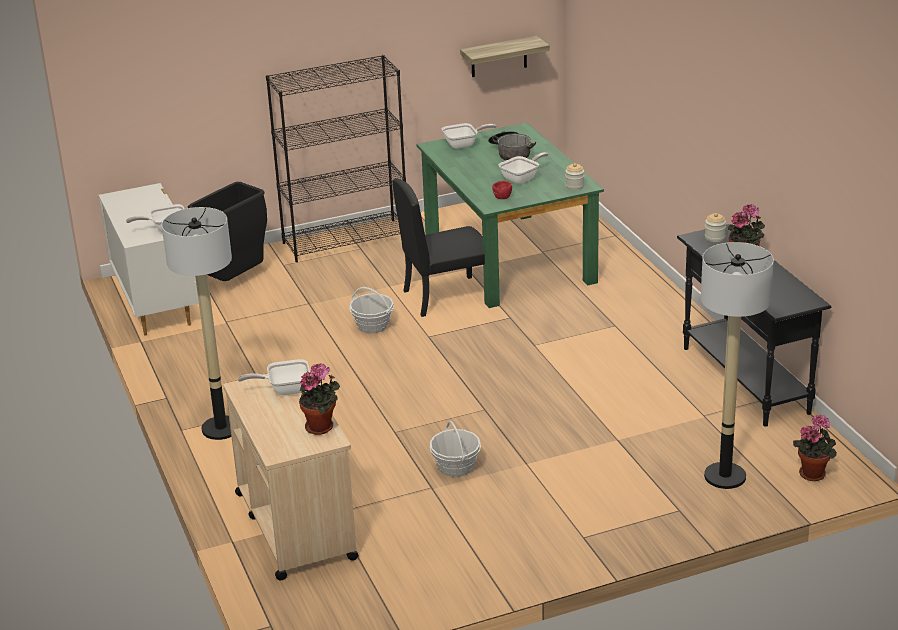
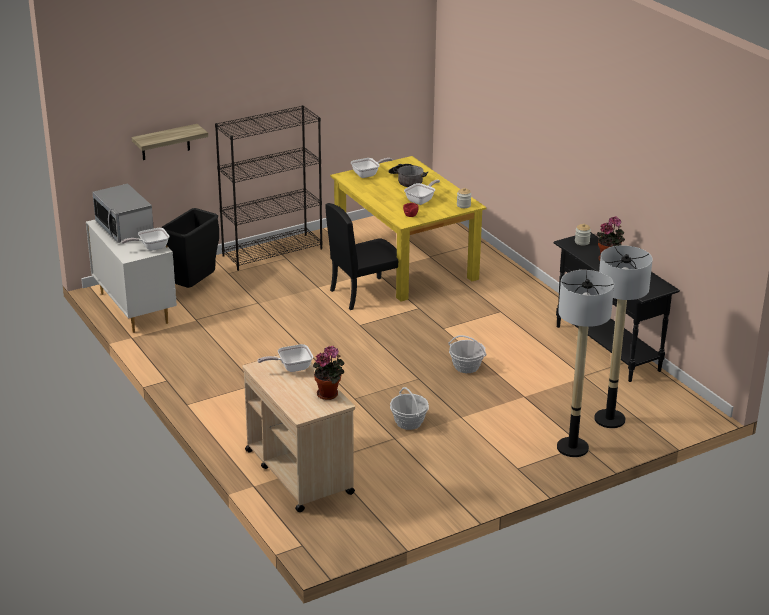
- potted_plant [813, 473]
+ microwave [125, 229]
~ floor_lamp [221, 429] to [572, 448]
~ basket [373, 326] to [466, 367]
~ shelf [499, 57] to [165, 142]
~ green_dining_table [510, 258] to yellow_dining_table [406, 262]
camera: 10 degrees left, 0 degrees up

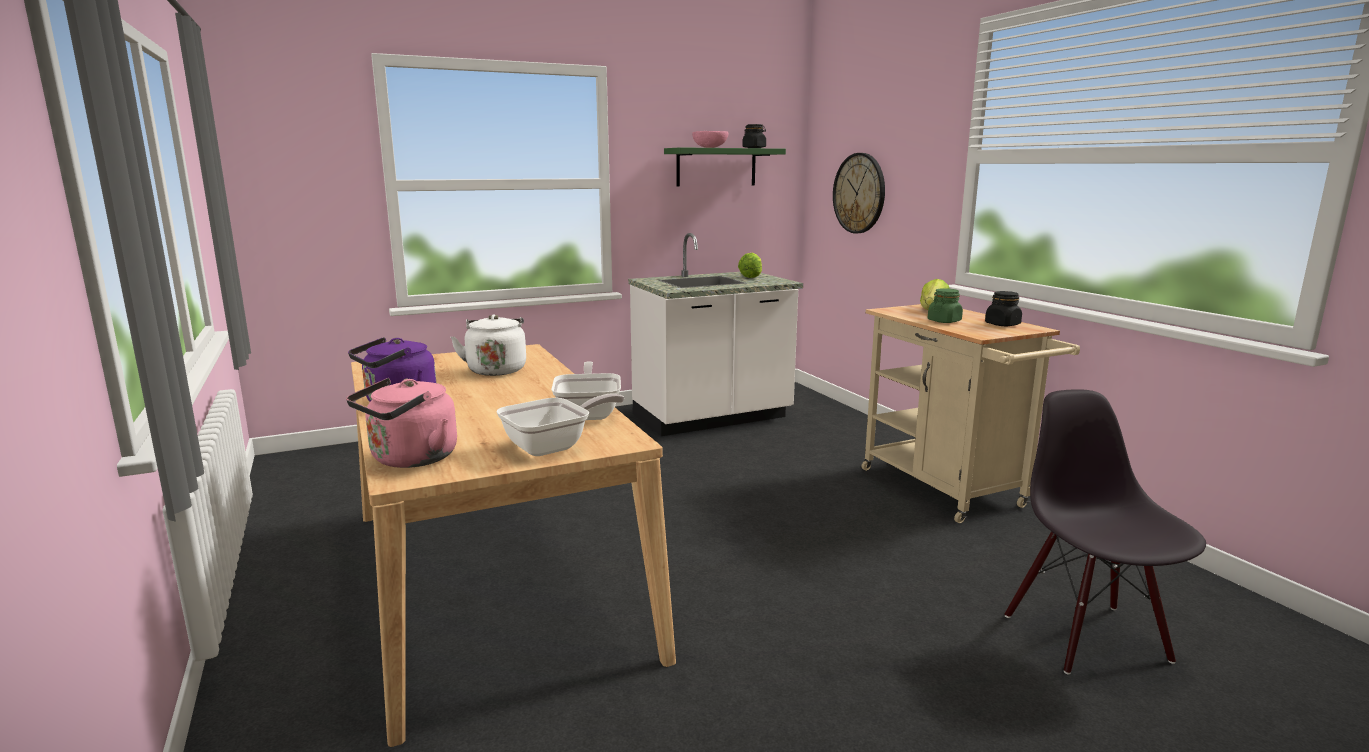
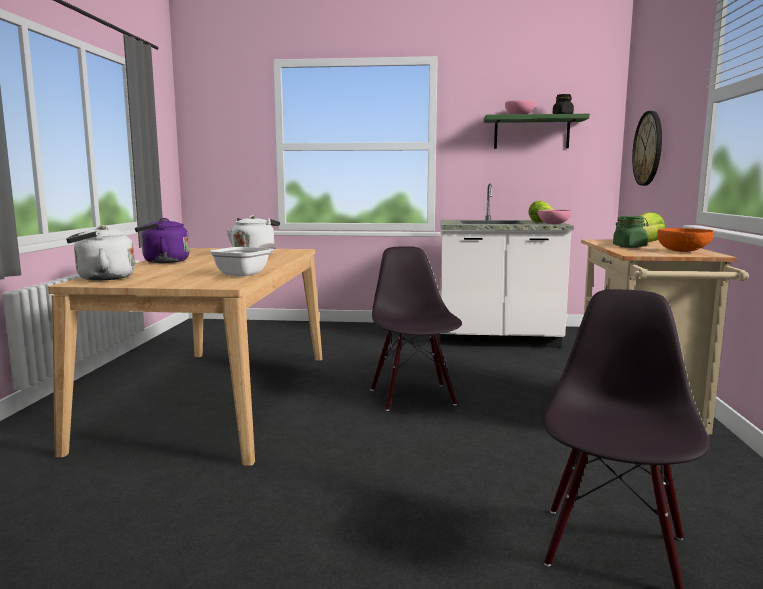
- frying_pan [554, 446]
+ black_chair [413, 397]
+ pink_bowl [554, 224]
~ black_jar [1002, 324] to orange_bowl [683, 251]
~ pink_kettle [410, 459] to white_kettle [102, 278]
camera: 30 degrees right, 5 degrees down

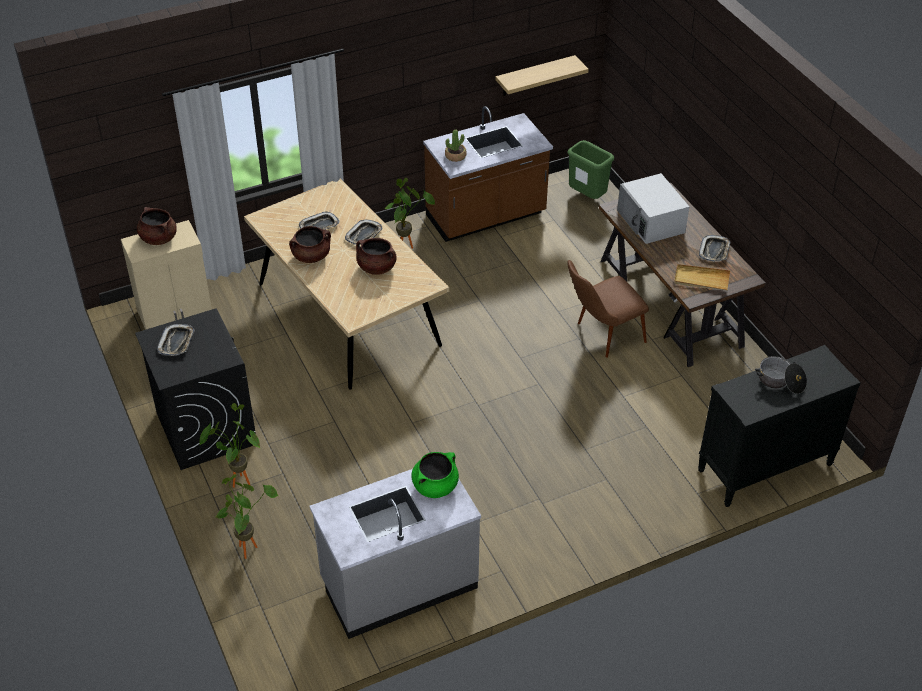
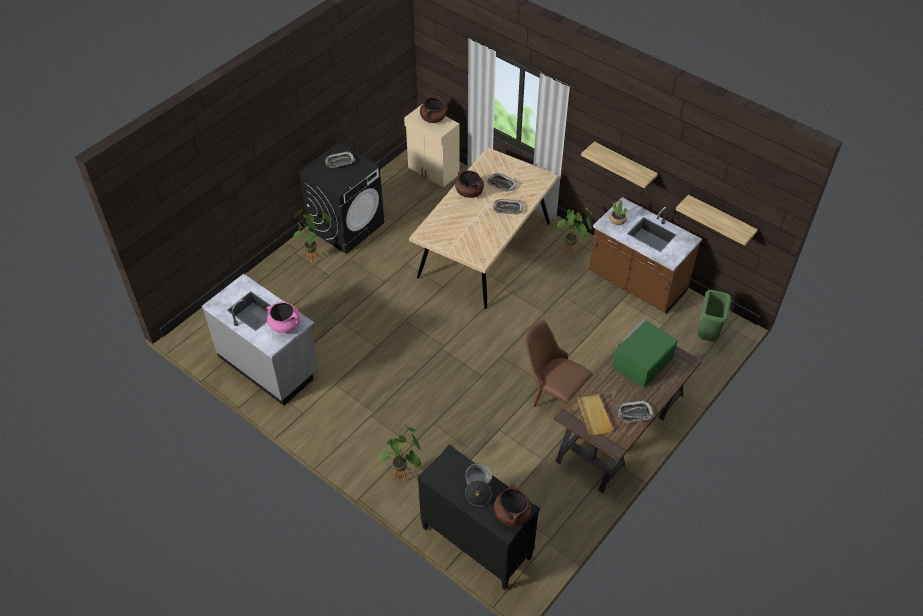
+ shelf [624, 164]
~ potted_plant [249, 546] to [404, 476]
~ brown_cooking_pot [376, 268] to [511, 514]
~ green_cooking_pot [435, 486] to pink_cooking_pot [285, 325]
~ white_microwave [651, 221] to green_microwave [641, 362]
camera: 65 degrees right, 5 degrees up

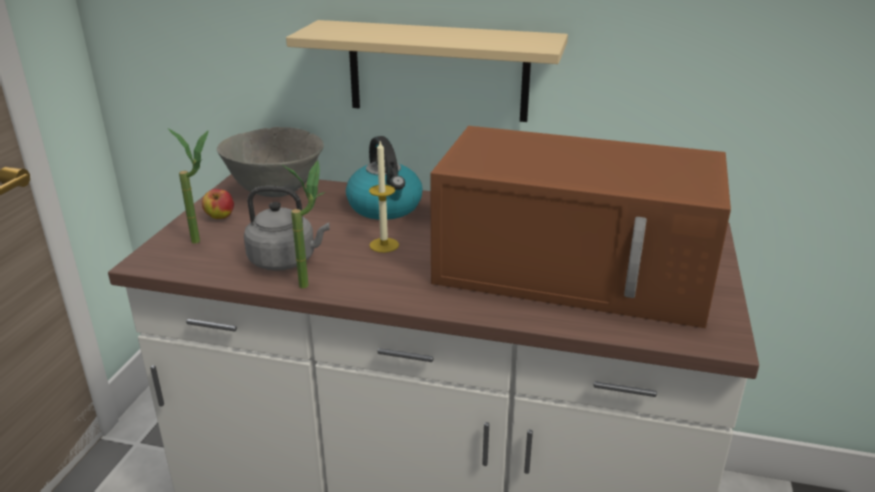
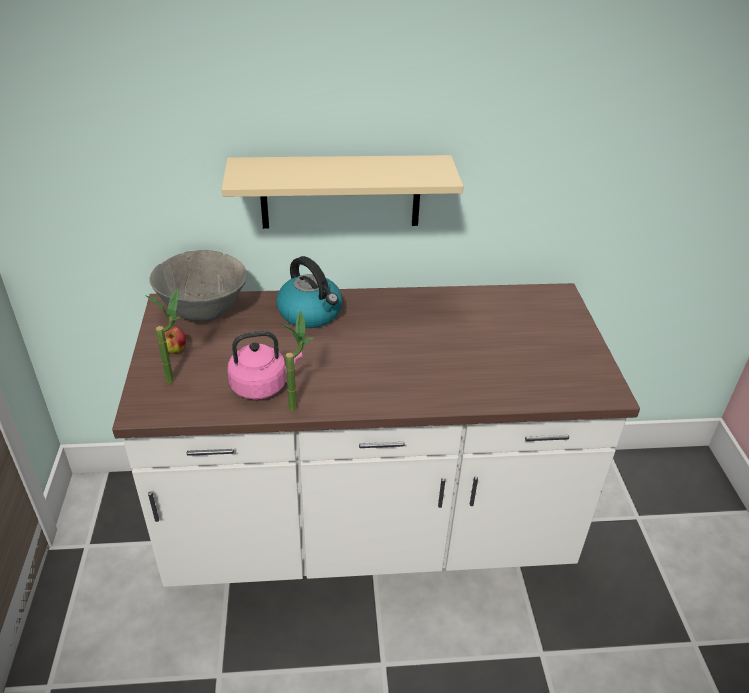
- candle [384, 245]
- brown_microwave [576, 270]
~ grey_kettle [286, 261] to pink_kettle [262, 386]
camera: 20 degrees left, 10 degrees up

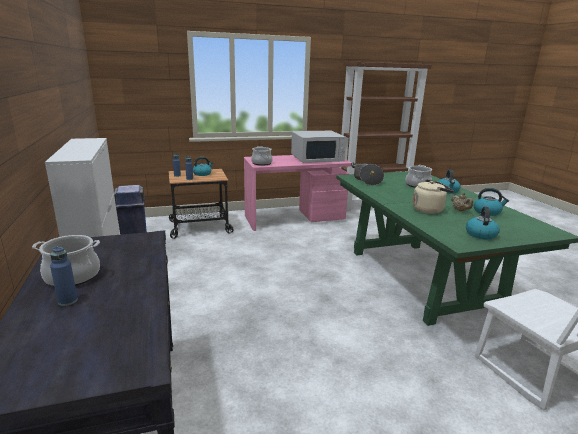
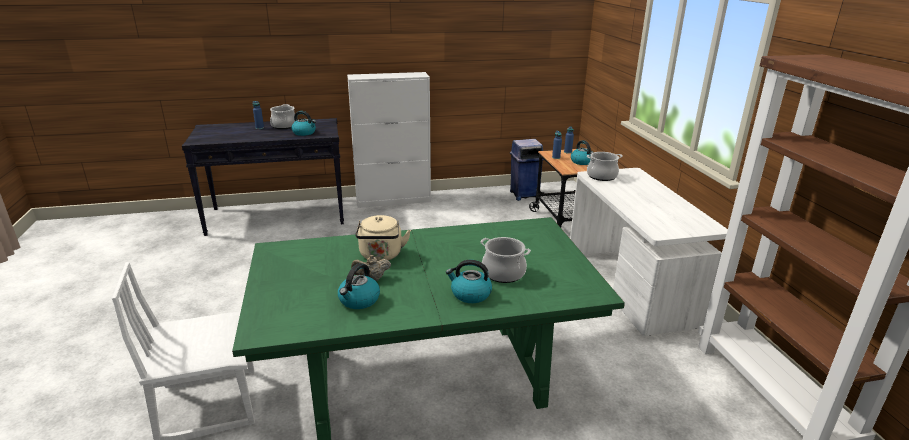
- white_microwave [317, 158]
- cooking_pot [367, 180]
~ kettle [480, 234] to [304, 133]
~ pink_desk [294, 218] to white_desk [630, 288]
camera: 95 degrees right, 5 degrees up

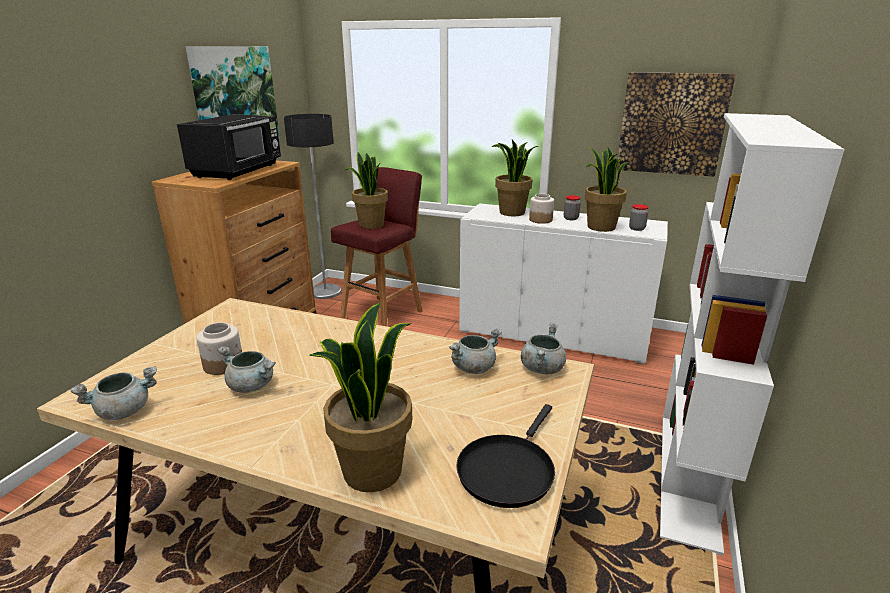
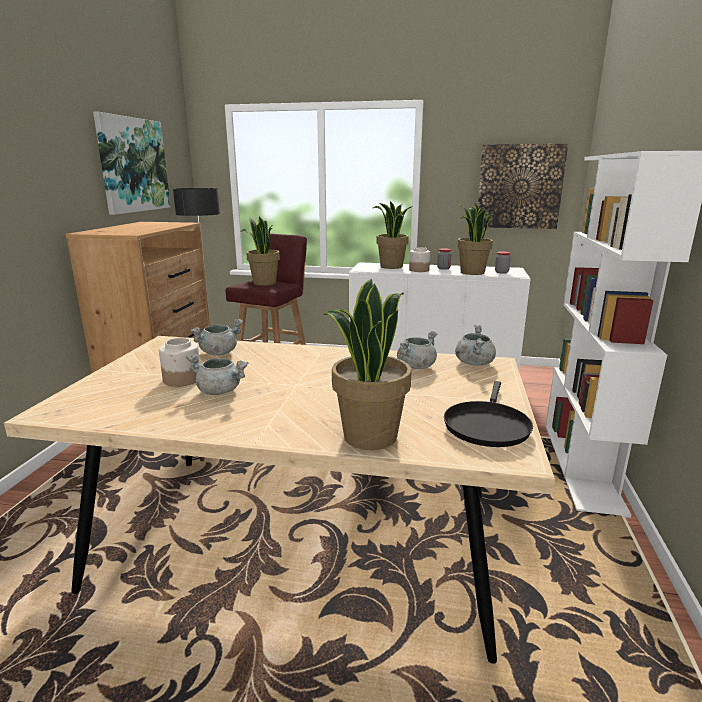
- black_microwave [238, 171]
~ grey_cooking_pot [124, 411] to [219, 352]
camera: 10 degrees left, 5 degrees down

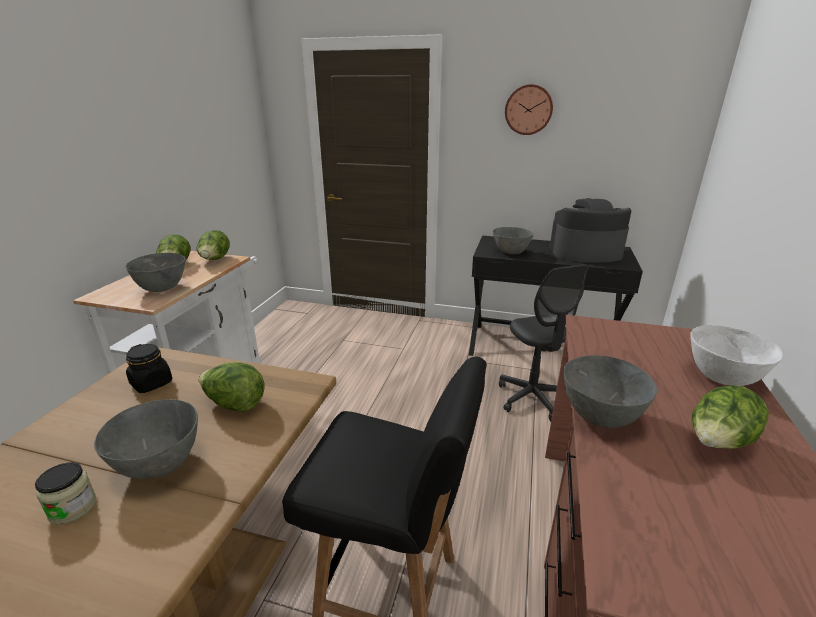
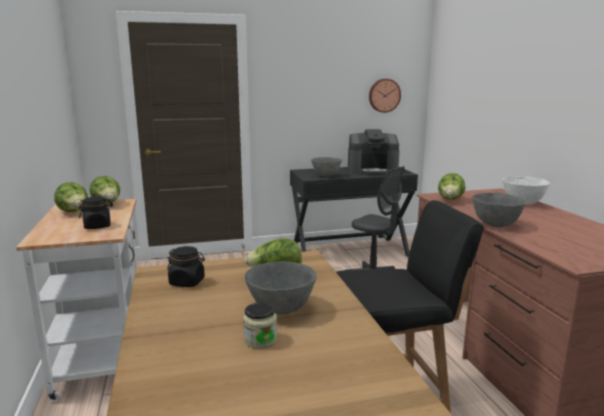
~ wall_clock [528, 110] to [384, 95]
~ lettuce [718, 443] to [450, 200]
~ grey_bowl [162, 289] to black_jar [98, 226]
~ coffee_machine [585, 253] = [372, 170] 150 degrees counterclockwise
camera: 30 degrees left, 10 degrees down

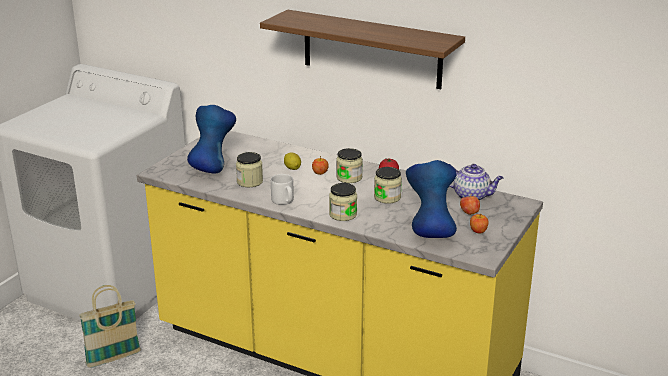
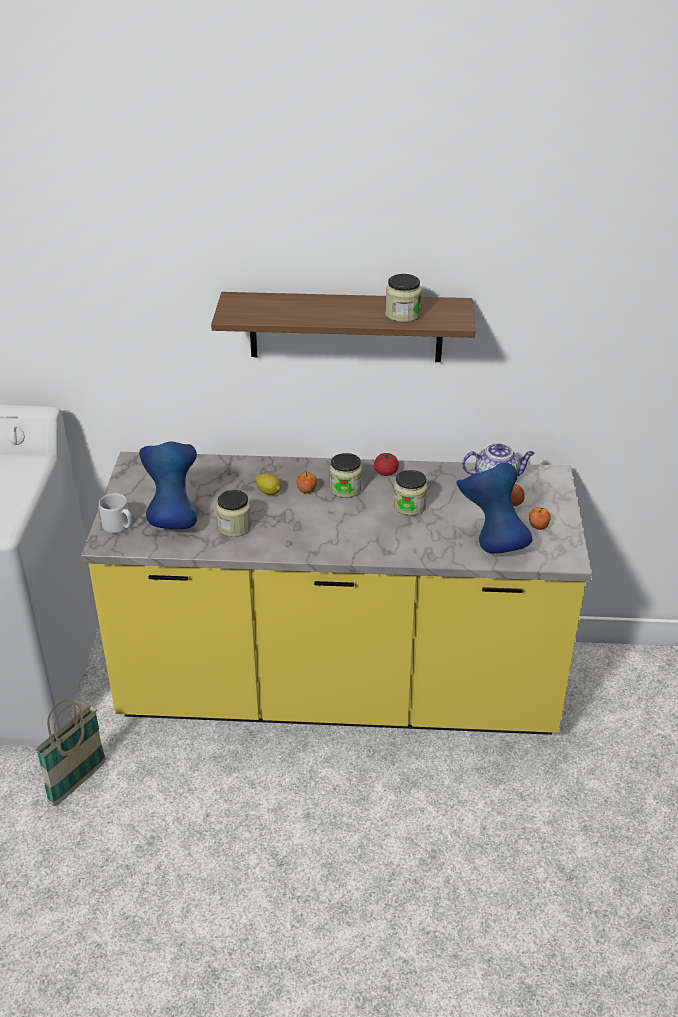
~ grey_mug [284, 201] to [119, 526]
~ jar [343, 214] to [402, 314]
camera: 25 degrees left, 10 degrees up

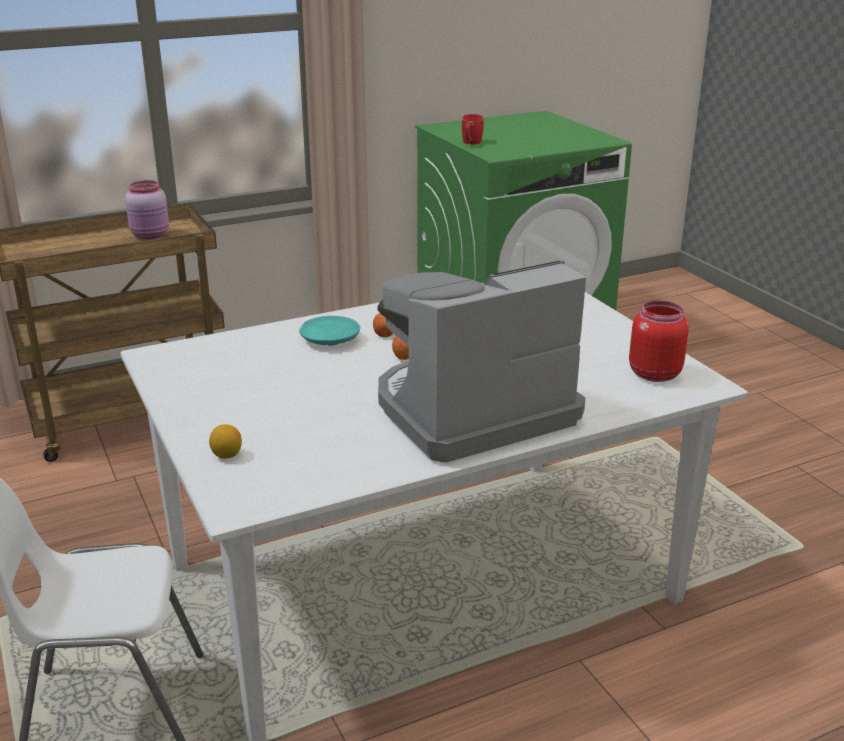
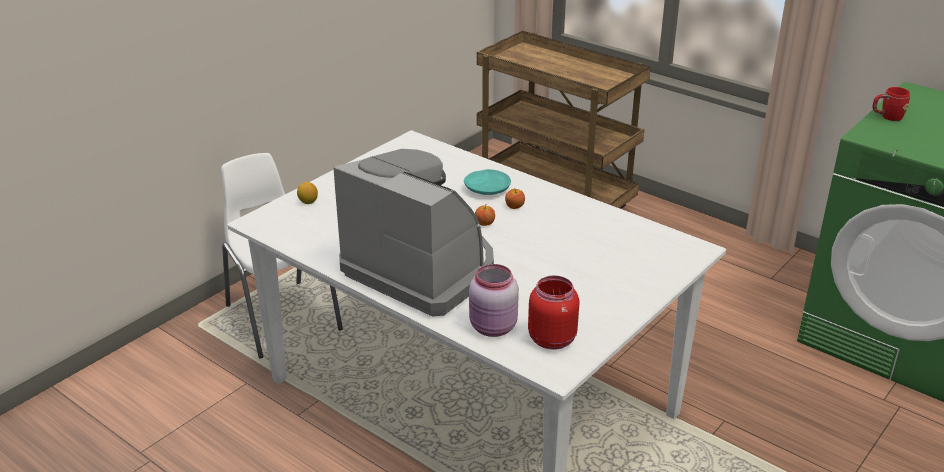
~ pink_jar [151, 235] to [493, 328]
camera: 65 degrees right, 5 degrees up

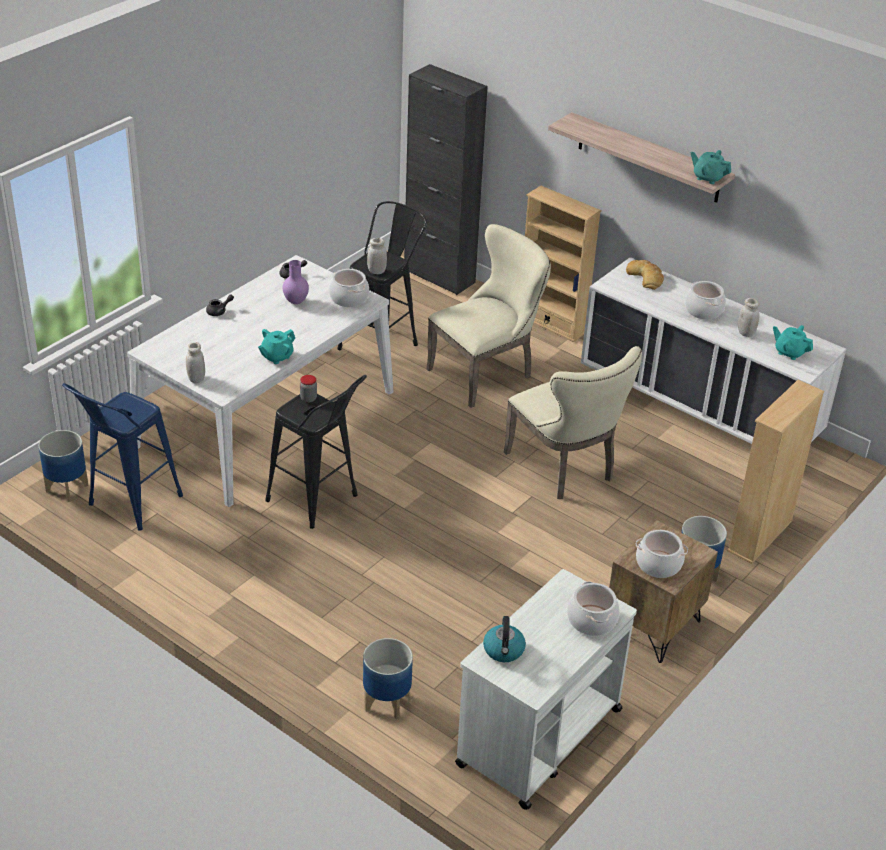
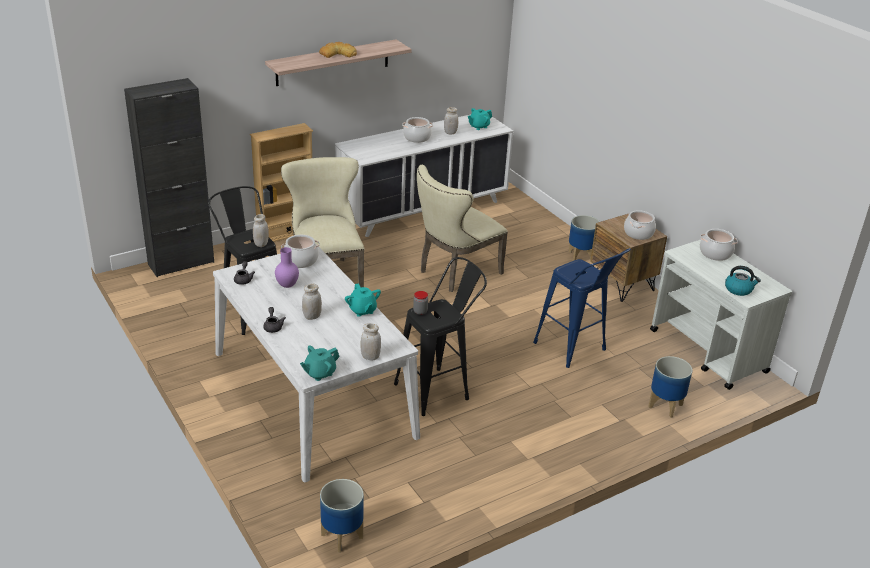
- beige_bookcase [760, 536]
+ white_jar [312, 316]
~ blue_stool [128, 505] to [574, 350]
~ bread [645, 277] to [337, 54]
~ turquoise_teapot [708, 178] to [319, 373]
~ beige_chair [565, 468] = [455, 273] 150 degrees clockwise
camera: 70 degrees left, 5 degrees down

